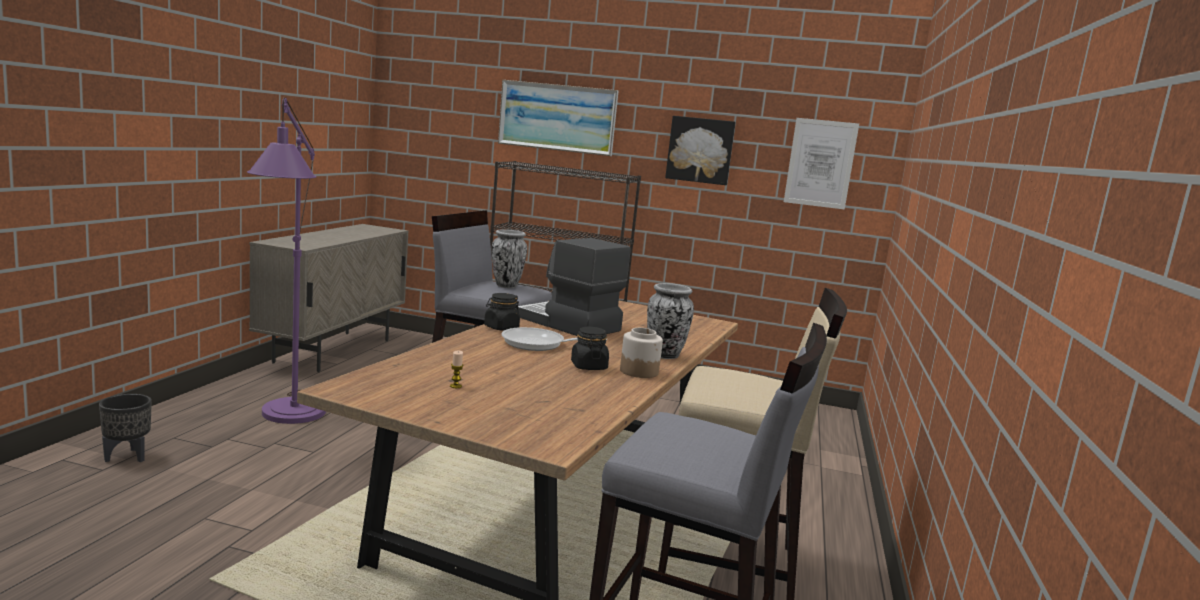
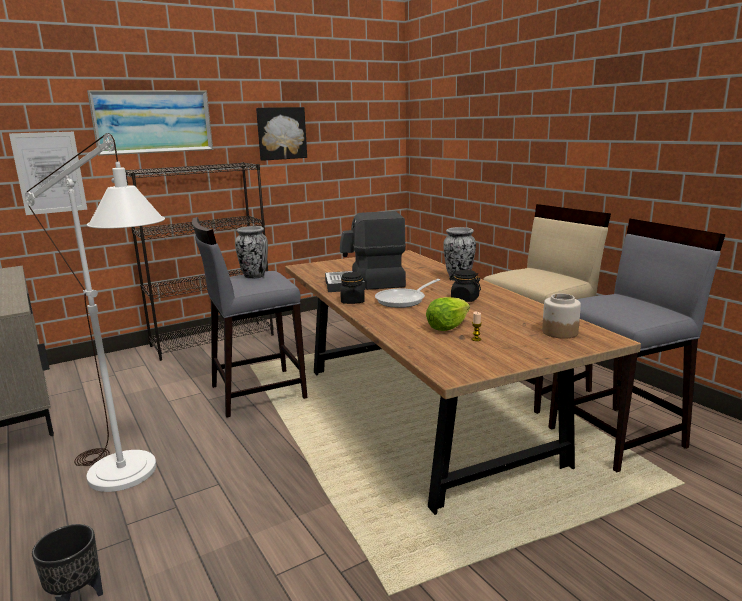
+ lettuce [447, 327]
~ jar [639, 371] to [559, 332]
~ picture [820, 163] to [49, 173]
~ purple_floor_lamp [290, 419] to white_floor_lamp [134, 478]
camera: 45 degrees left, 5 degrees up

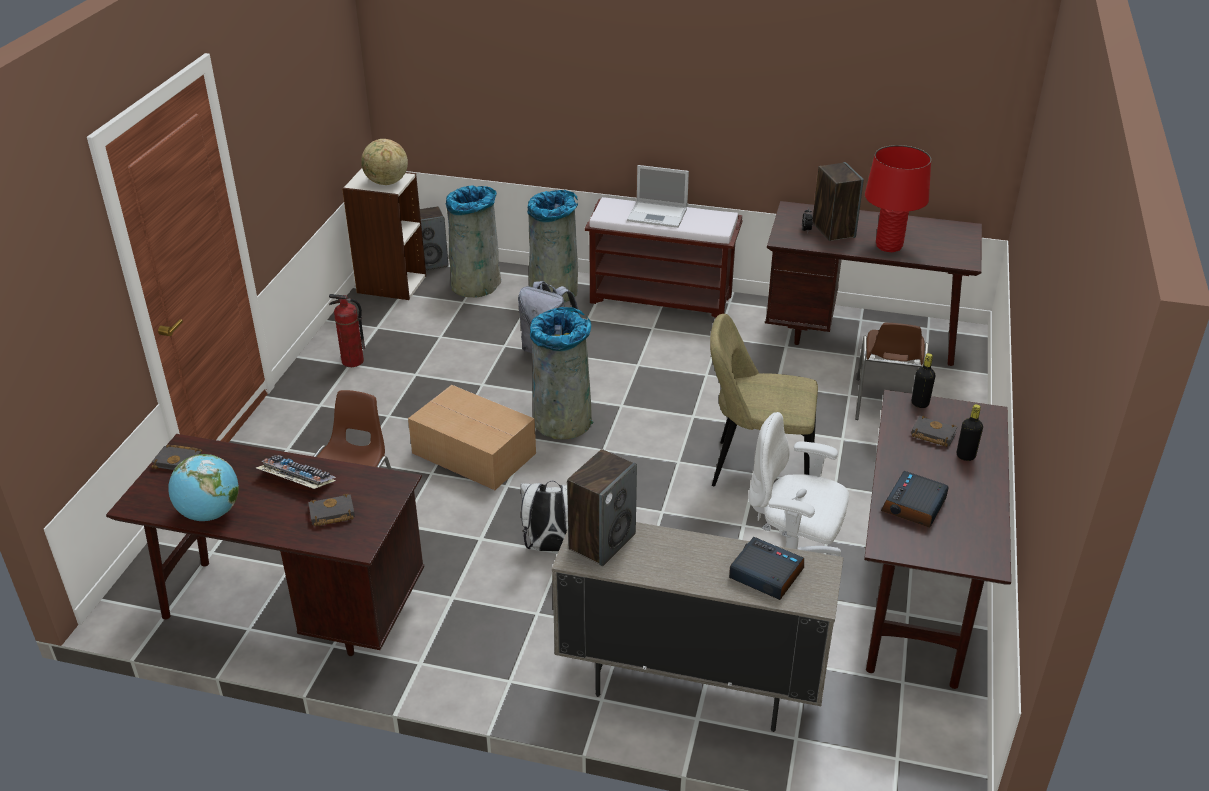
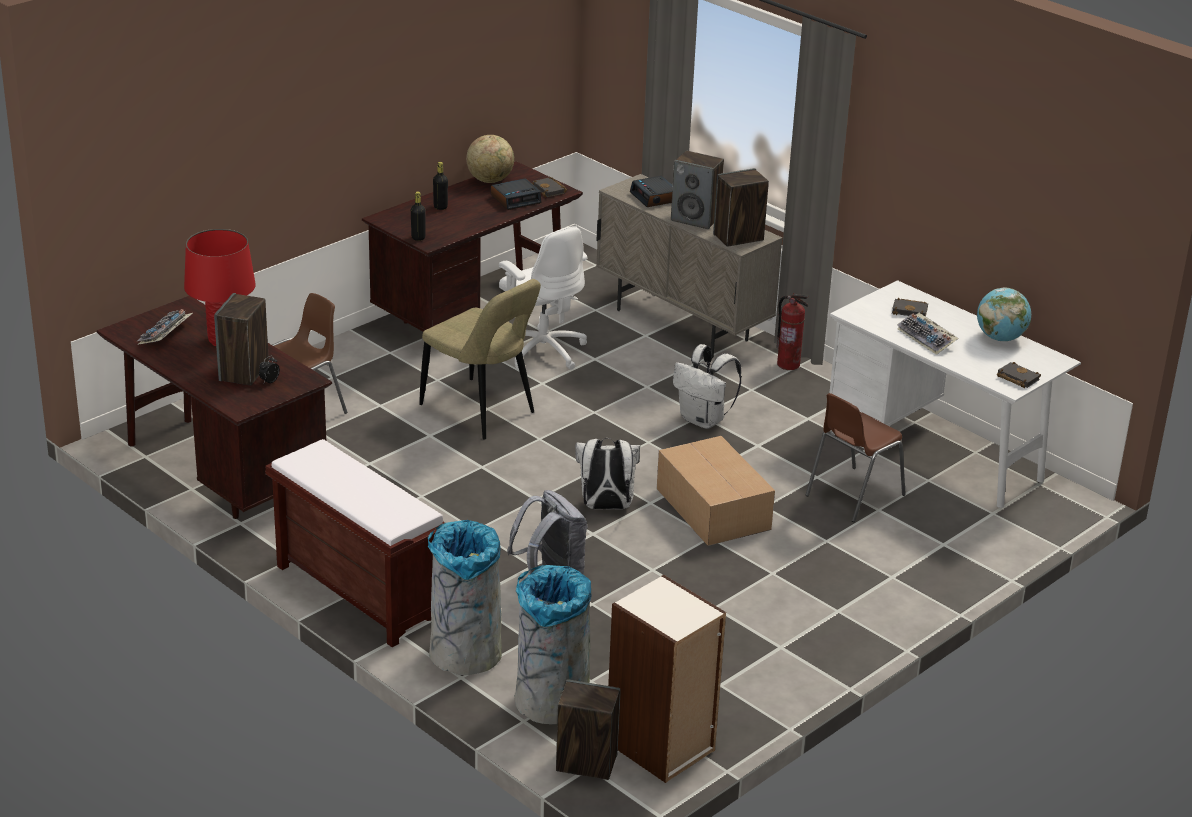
- laptop [658, 215]
+ keyboard [165, 334]
+ speaker [696, 219]
~ fire_extinguisher [352, 361] to [788, 364]
~ globe [386, 183] to [490, 180]
~ black_book [931, 435] to [550, 190]
~ grey_trash_can [562, 420] to white_backpack [605, 507]
~ brown_desk [291, 610] to white_desk [938, 452]
camera: 150 degrees left, 5 degrees down

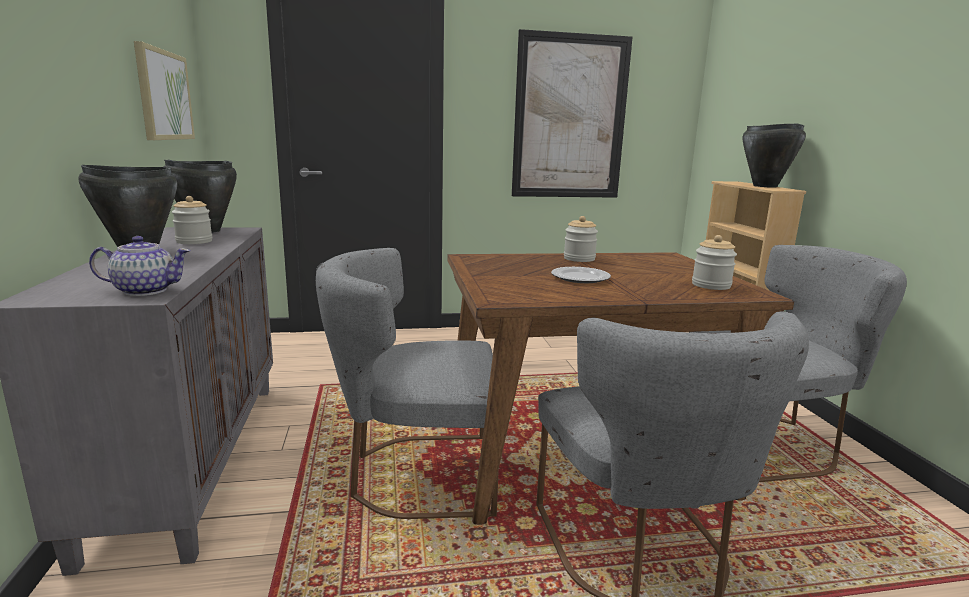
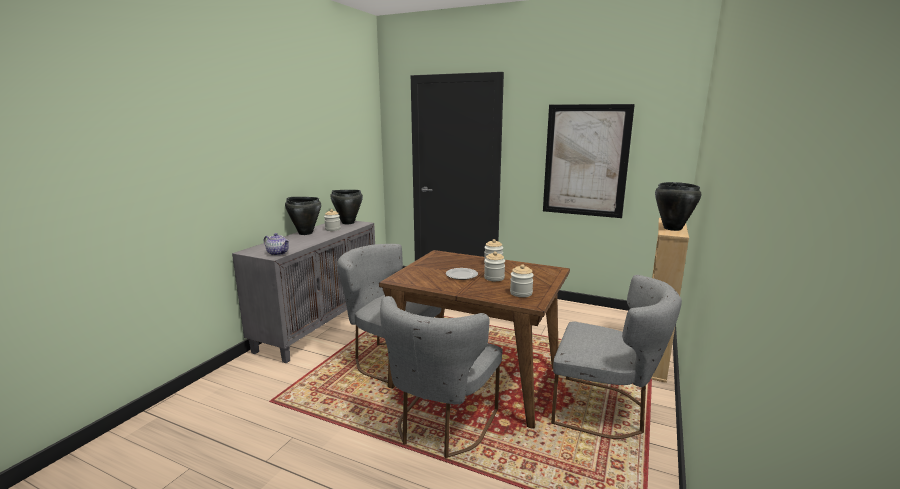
- picture [164, 95]
+ jar [494, 278]
camera: 35 degrees right, 0 degrees up

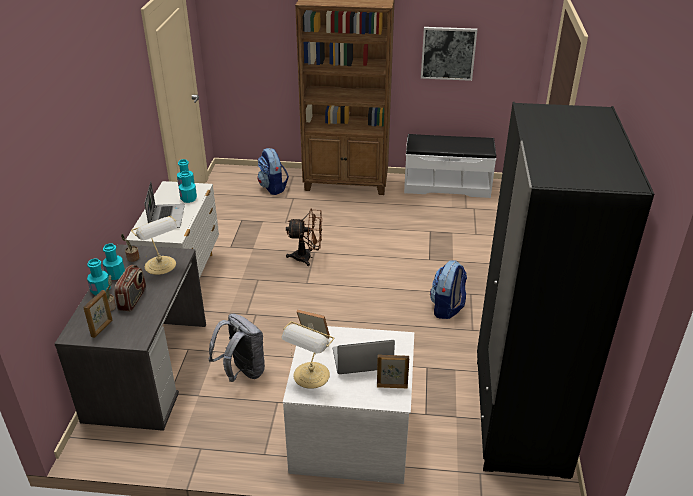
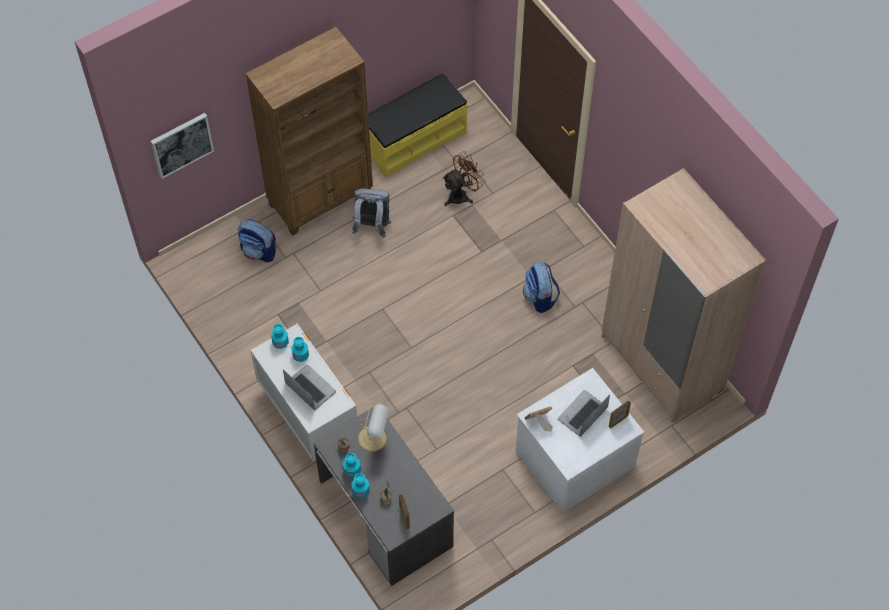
- radio [133, 299]
- table_lamp [310, 376]
~ grey_backpack [242, 372] to [372, 226]
~ brown_fan [307, 257] to [462, 194]
~ picture [448, 53] to [181, 144]
~ white_bench [447, 185] to yellow_bench [414, 140]
~ black_wardrobe [519, 415] to beige_wardrobe [662, 363]
camera: 40 degrees left, 25 degrees up

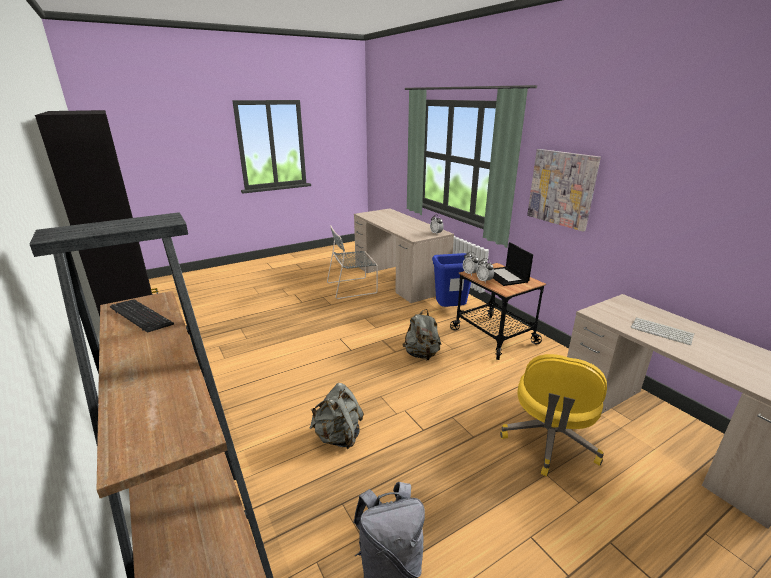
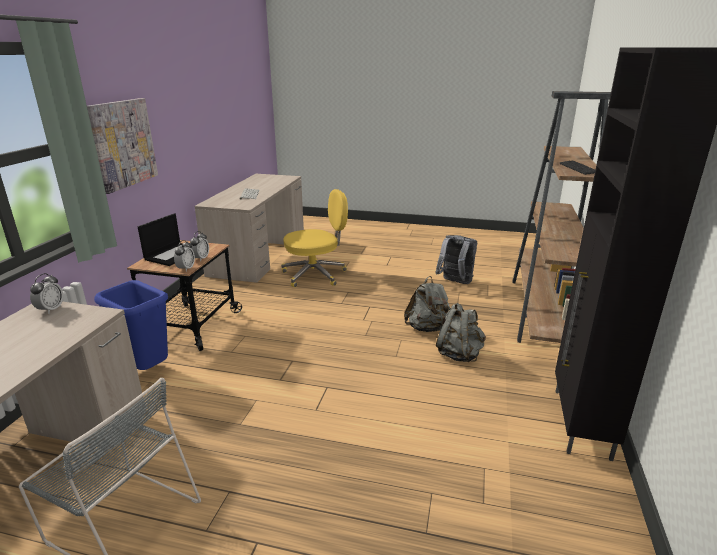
~ grey_backpack [422, 354] to [459, 354]
camera: 135 degrees left, 0 degrees up

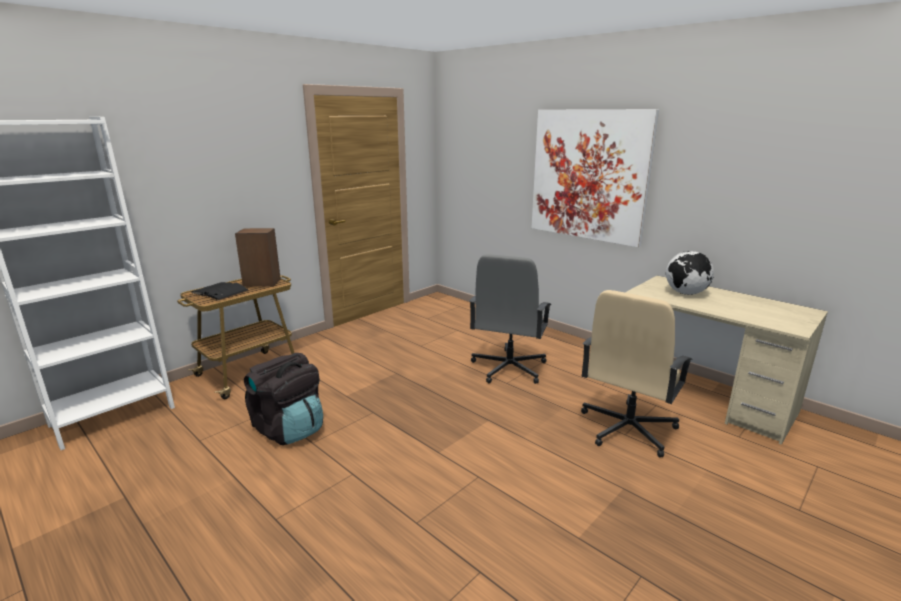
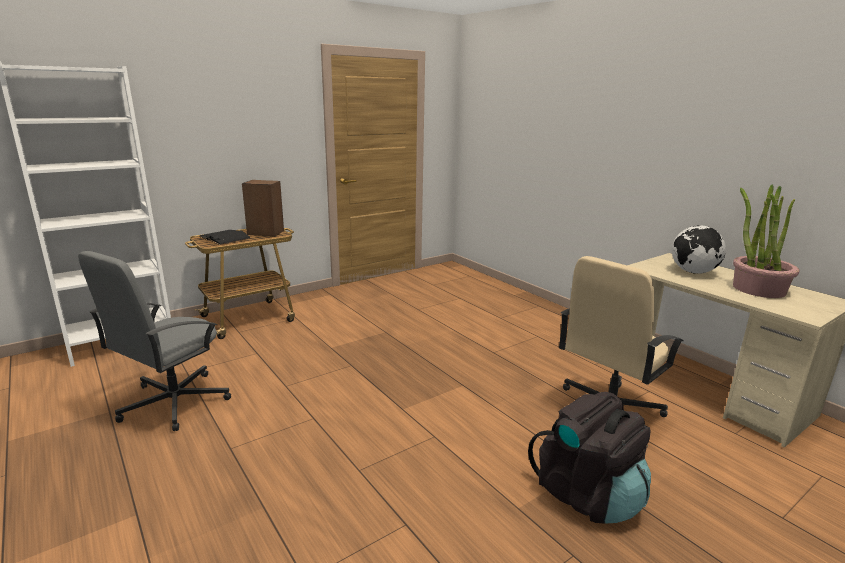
- picture [589, 175]
+ potted_plant [758, 289]
~ black_backpack [289, 429] to [587, 494]
~ grey_office_chair [508, 368] to [173, 402]
camera: 10 degrees right, 0 degrees up

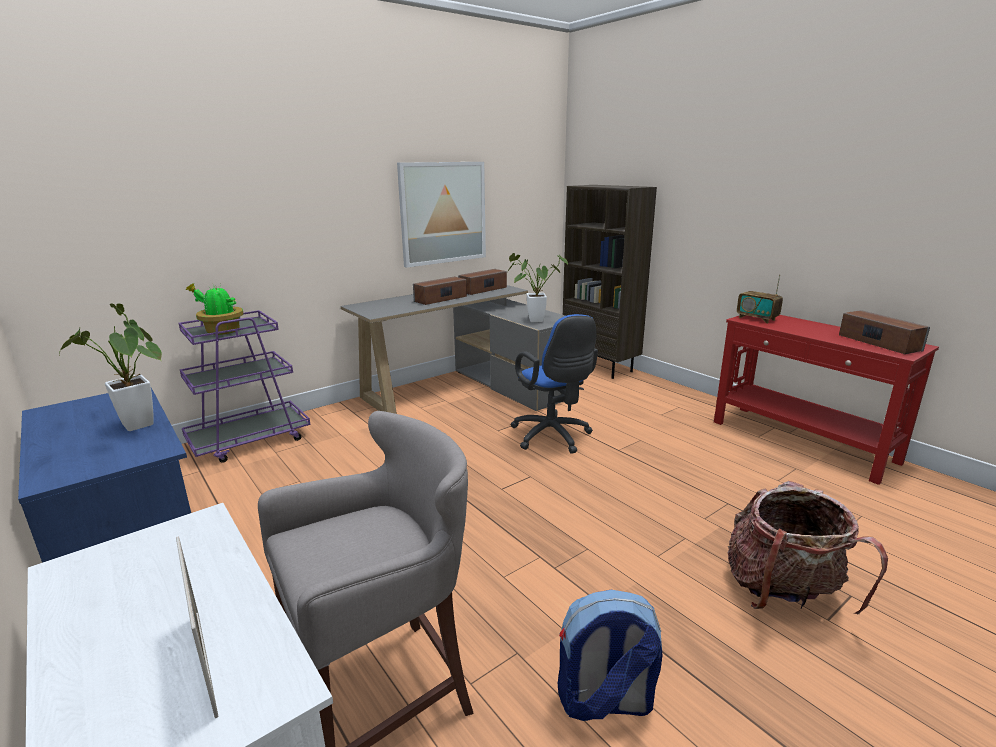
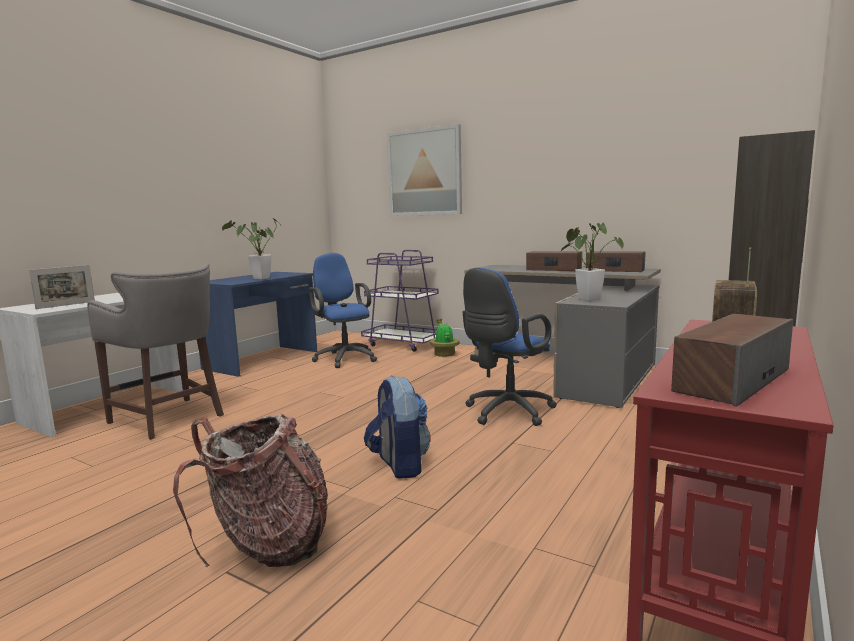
+ blue_office_chair [344, 358]
~ potted_plant [221, 331] to [444, 354]
~ picture [443, 213] to [424, 172]
~ backpack [604, 701] to [399, 465]
camera: 70 degrees right, 10 degrees down

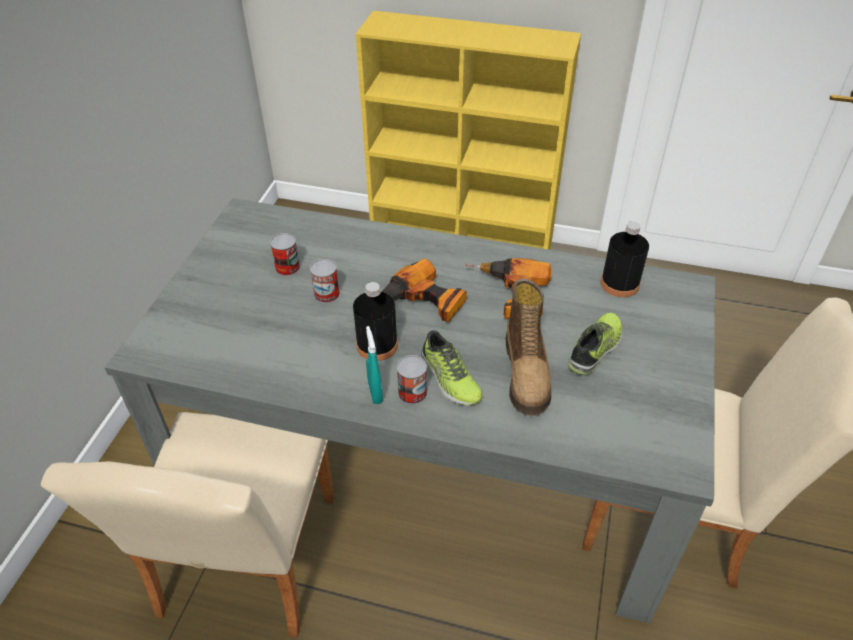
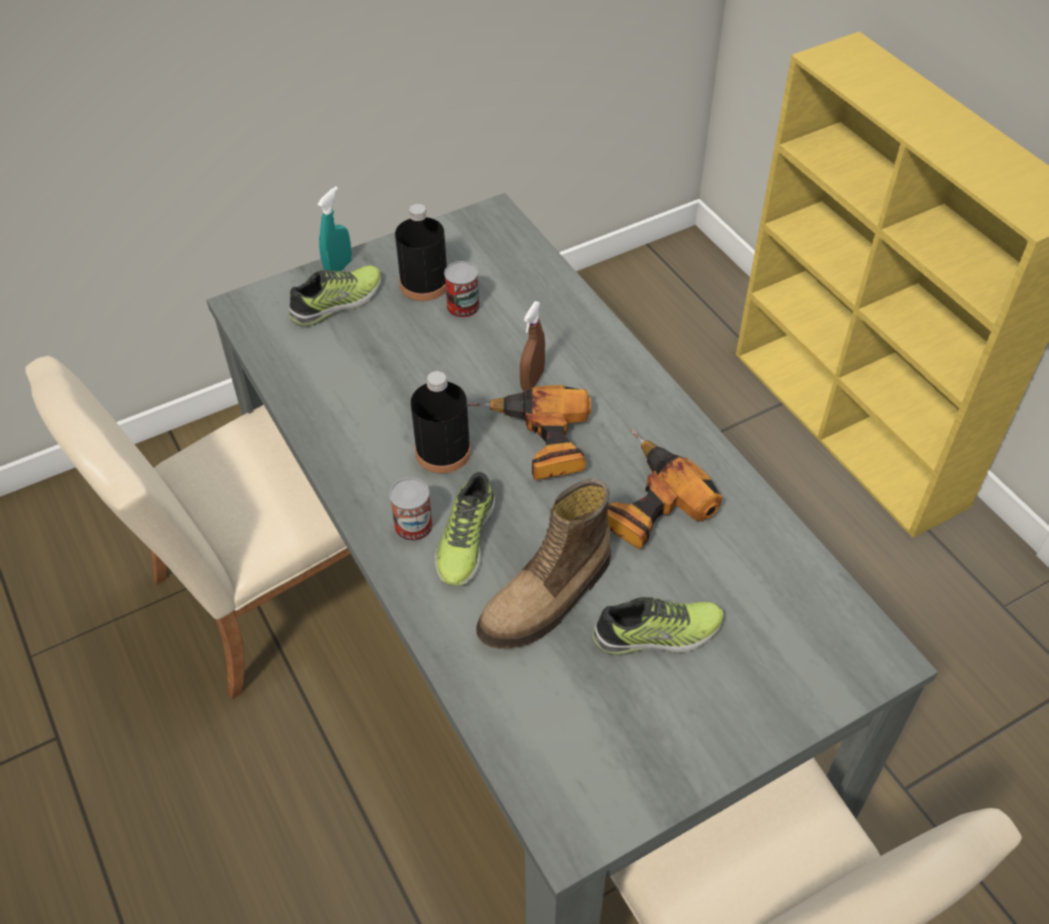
- can [326, 294]
+ shoe [338, 303]
+ brown_spray_bottle [532, 380]
~ turquoise_spray_bottle [375, 393] to [338, 268]
~ black_bottle [620, 283] to [424, 284]
camera: 45 degrees right, 5 degrees up

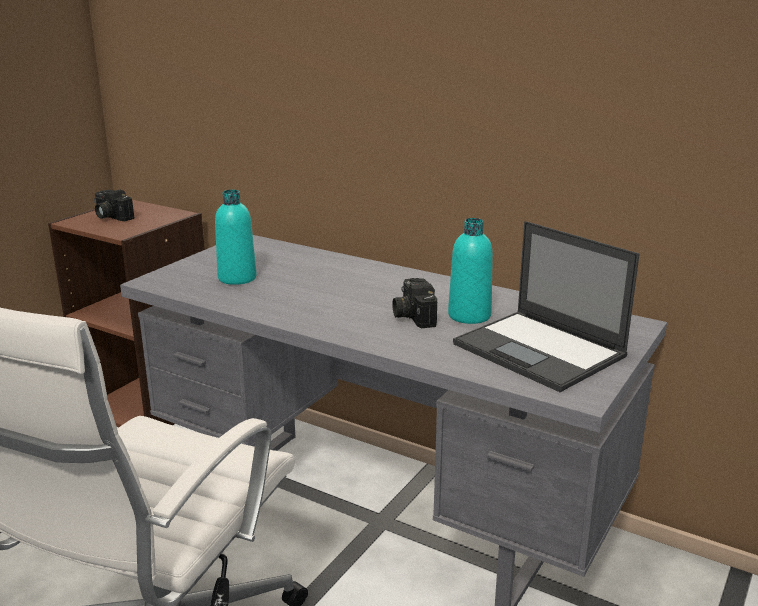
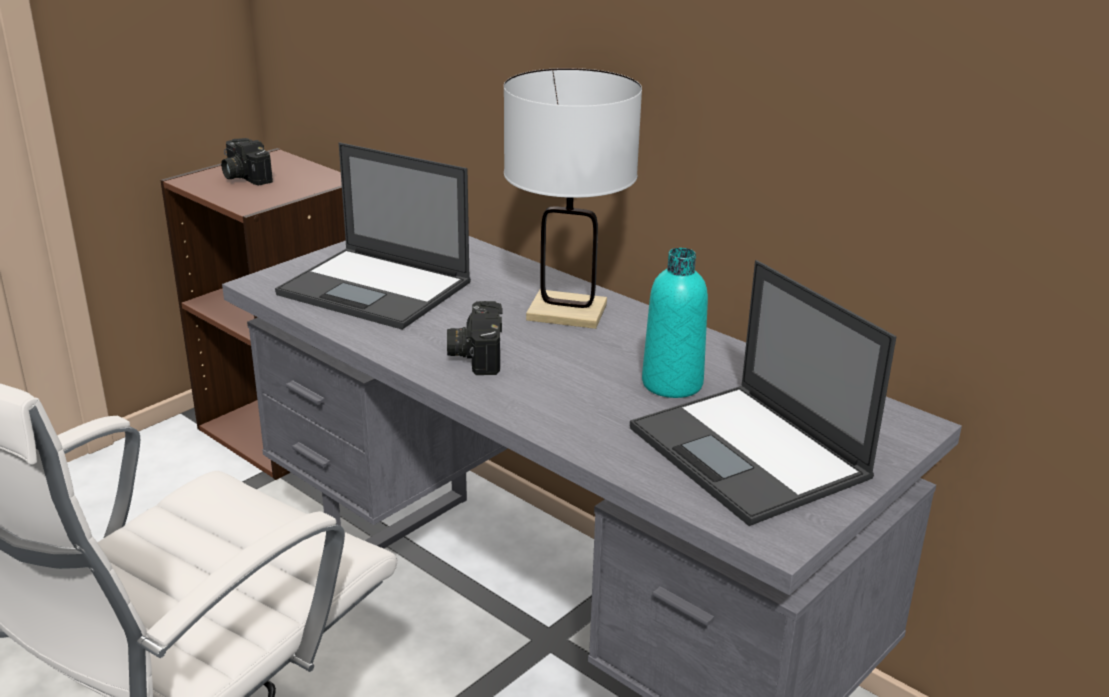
+ white_table_lamp [567, 312]
~ photo_camera [412, 315] to [475, 353]
~ turquoise_bottle [237, 278] to laptop [377, 289]
camera: 10 degrees right, 5 degrees up

